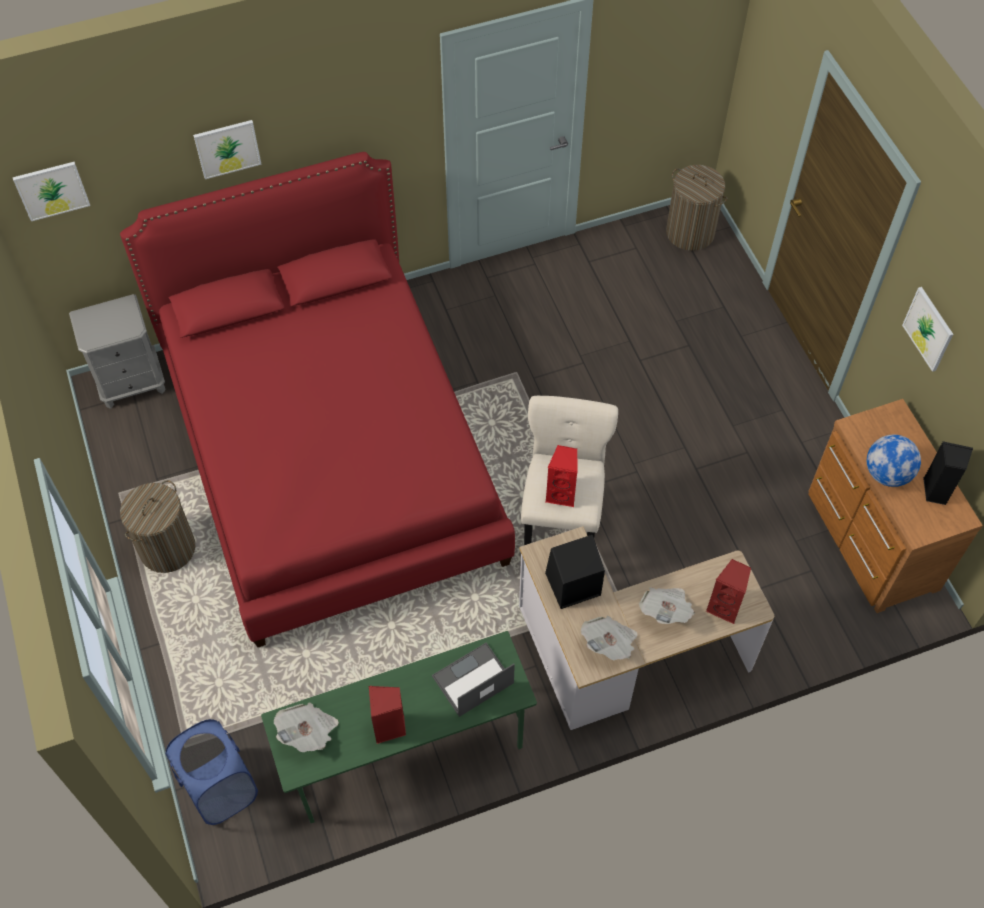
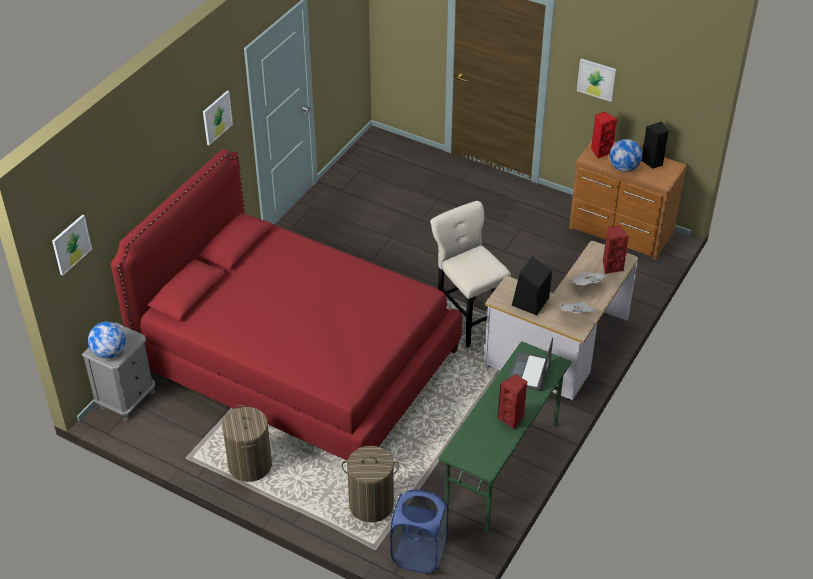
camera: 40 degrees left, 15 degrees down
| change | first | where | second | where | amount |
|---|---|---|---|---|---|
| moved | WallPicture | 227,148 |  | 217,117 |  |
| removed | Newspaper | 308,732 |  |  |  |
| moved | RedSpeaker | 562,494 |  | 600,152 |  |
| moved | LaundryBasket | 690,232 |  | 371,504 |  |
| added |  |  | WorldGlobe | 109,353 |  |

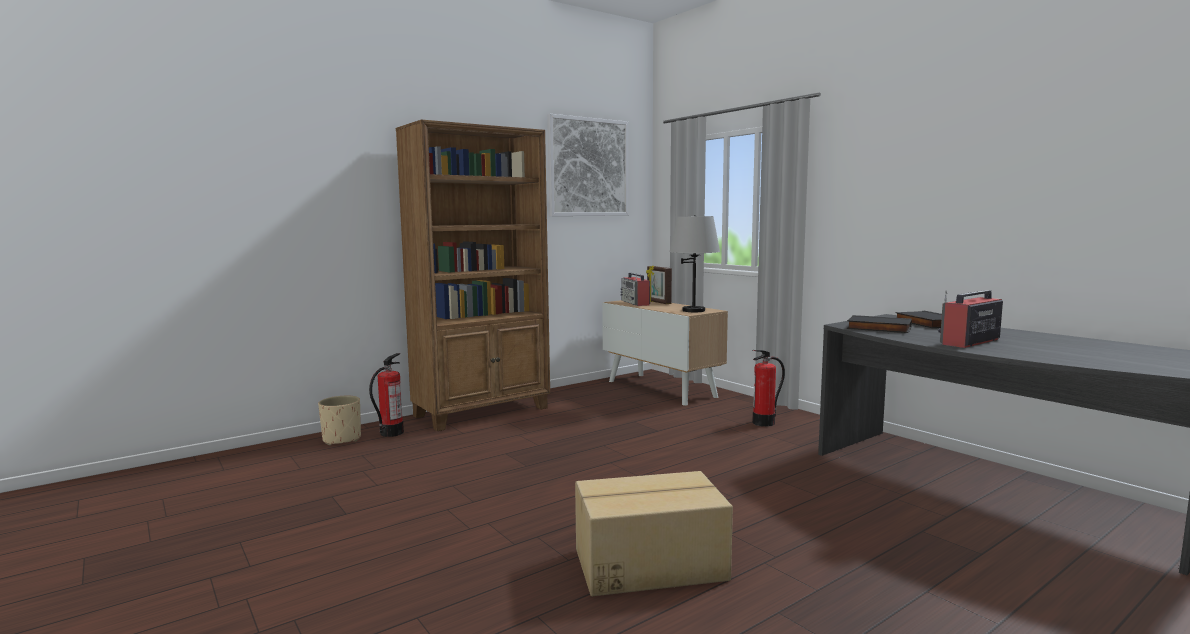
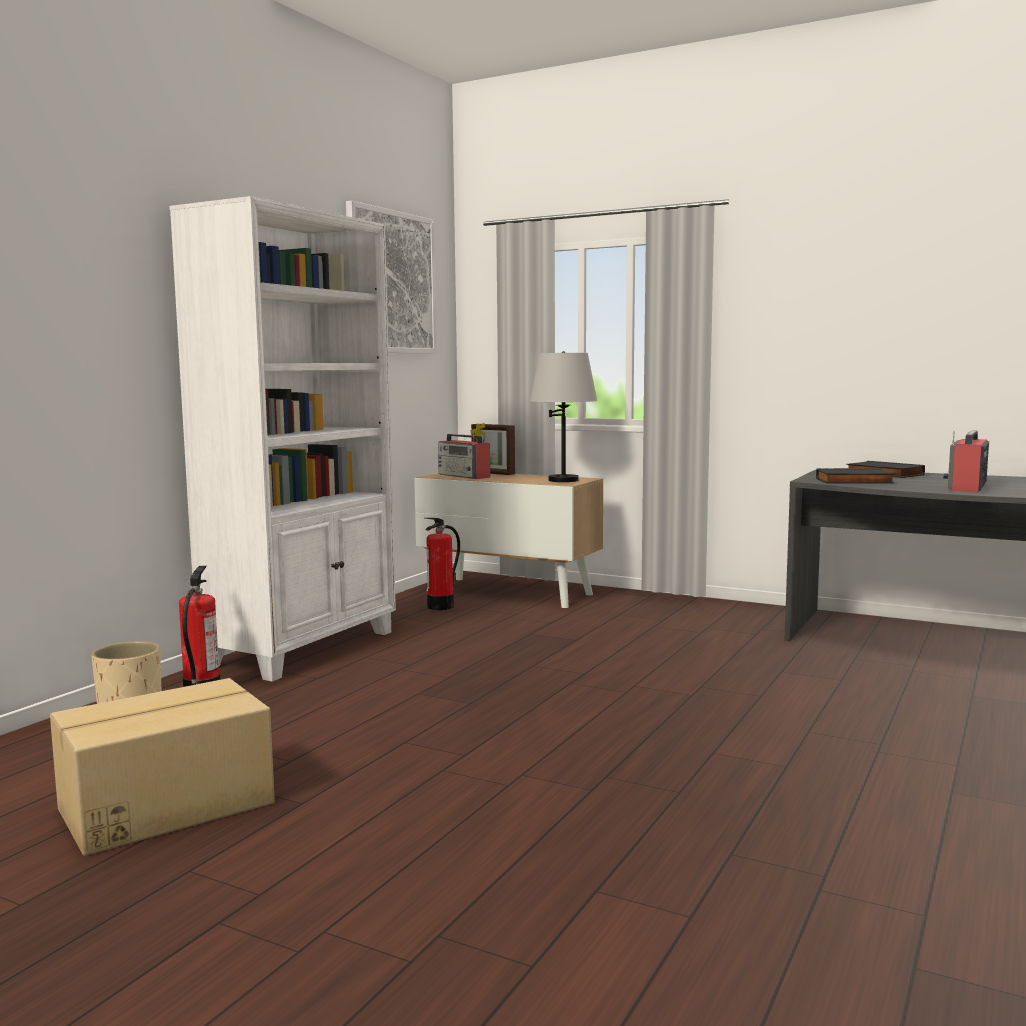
camera: 25 degrees left, 0 degrees up
| change | first | where | second | where | amount |
|---|---|---|---|---|---|
| recoloured | BrownishBookshelf | 483,412 | WhitishBookshelf | 304,648 |  |
| moved | PackingBox | 648,564 |  | 165,806 |  |
| moved | FireExtinguisher | 764,423 |  | 441,607 |  |

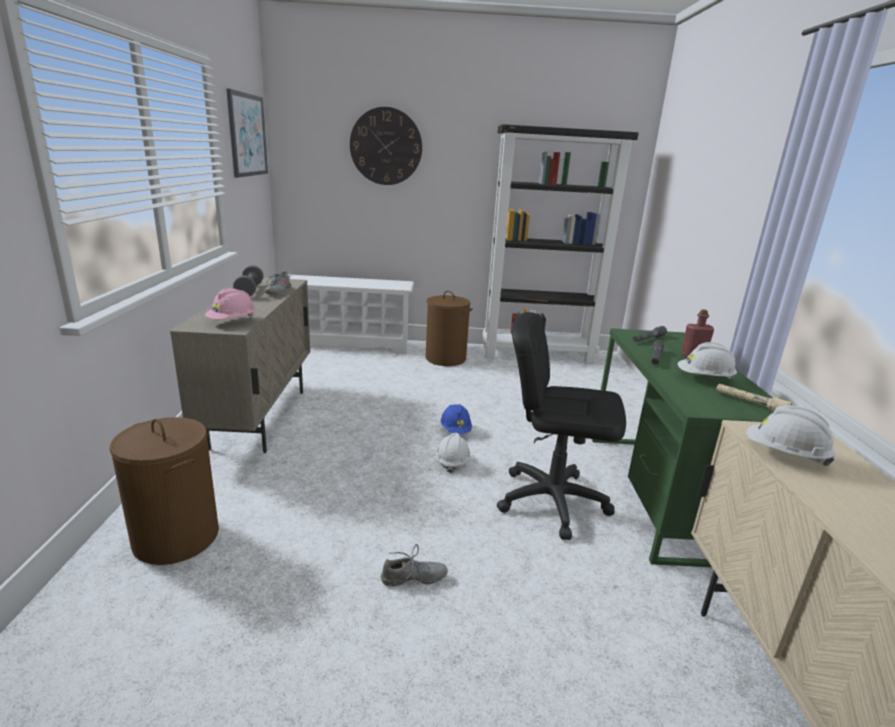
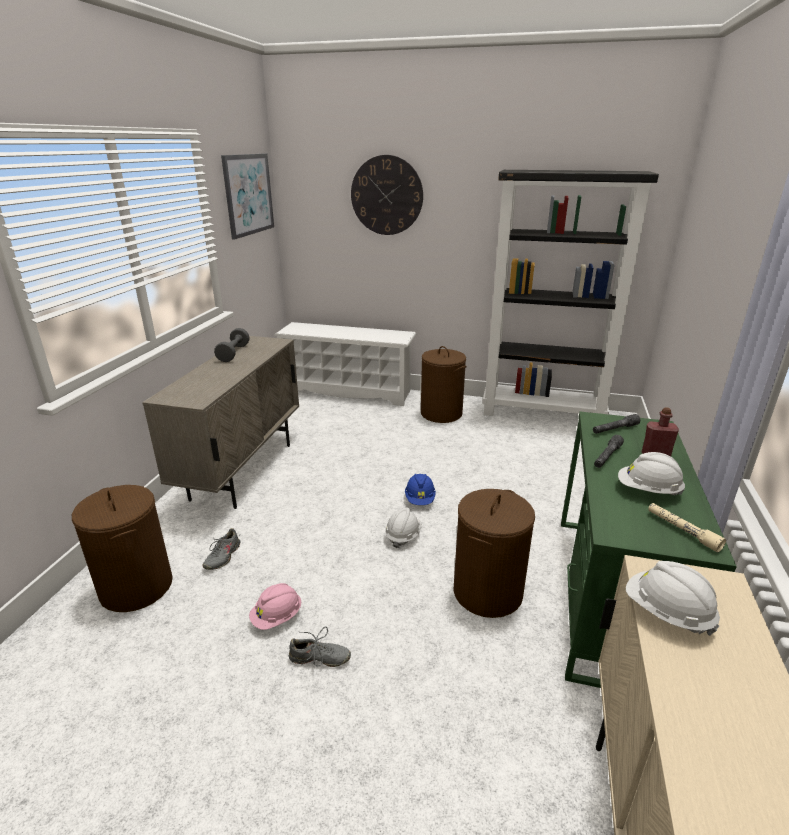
camera: 15 degrees right, 5 degrees up
| change | first | where | second | where | amount |
|---|---|---|---|---|---|
| moved | PinkWorkHelmet | 232,321 |  | 277,617 |  |
| moved | GreyItemOfFootwear | 278,291 |  | 222,556 |  |
| replaced | BlackishComputerChair | 552,500 | BrownishLaundryBasket | 487,591 |  |

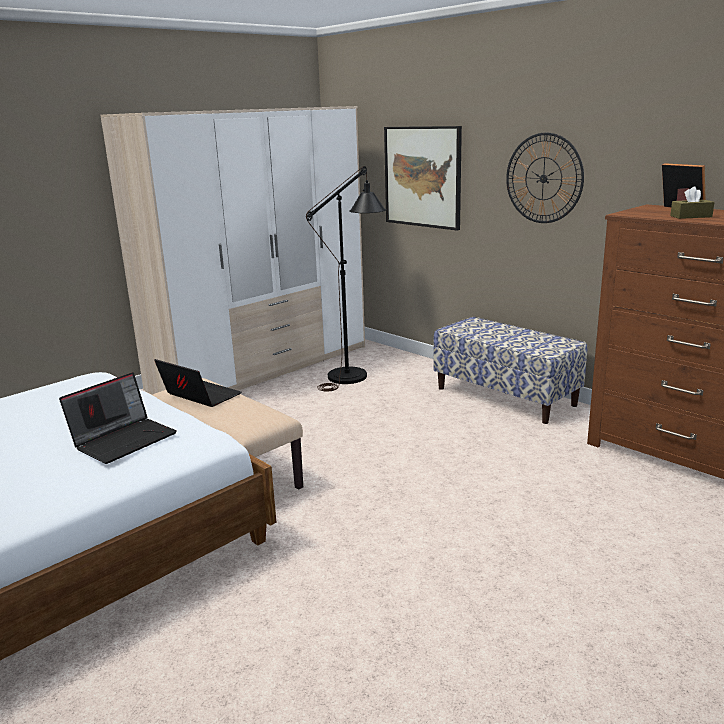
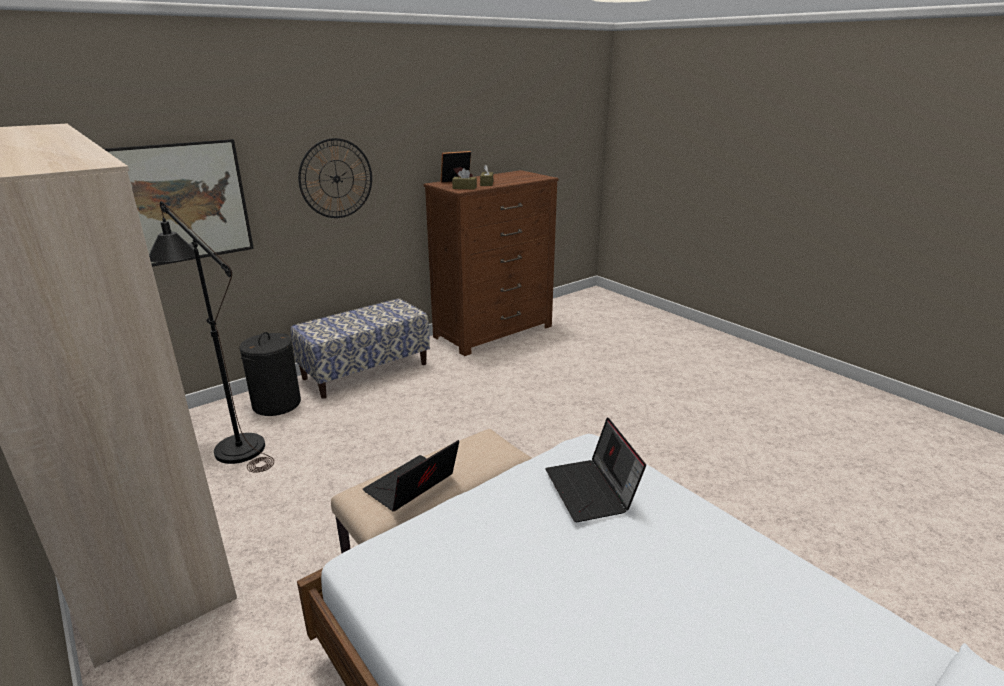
camera: 85 degrees left, 5 degrees up
| change | first | where | second | where | amount |
|---|---|---|---|---|---|
| turned | NotebookComputer | 124,439 |  | 592,490 | 150 degrees counterclockwise |
| added |  |  | BlackishLaundryBasket | 277,404 |  |
| added |  |  | BrownishTissueHolder | 464,188 |  |

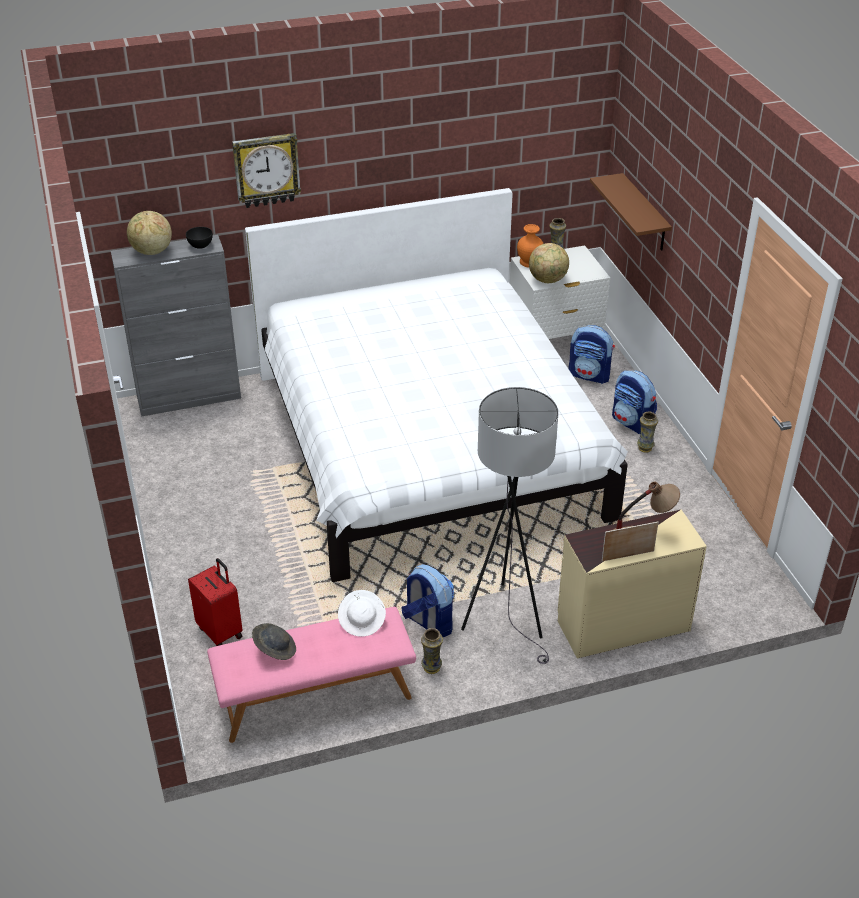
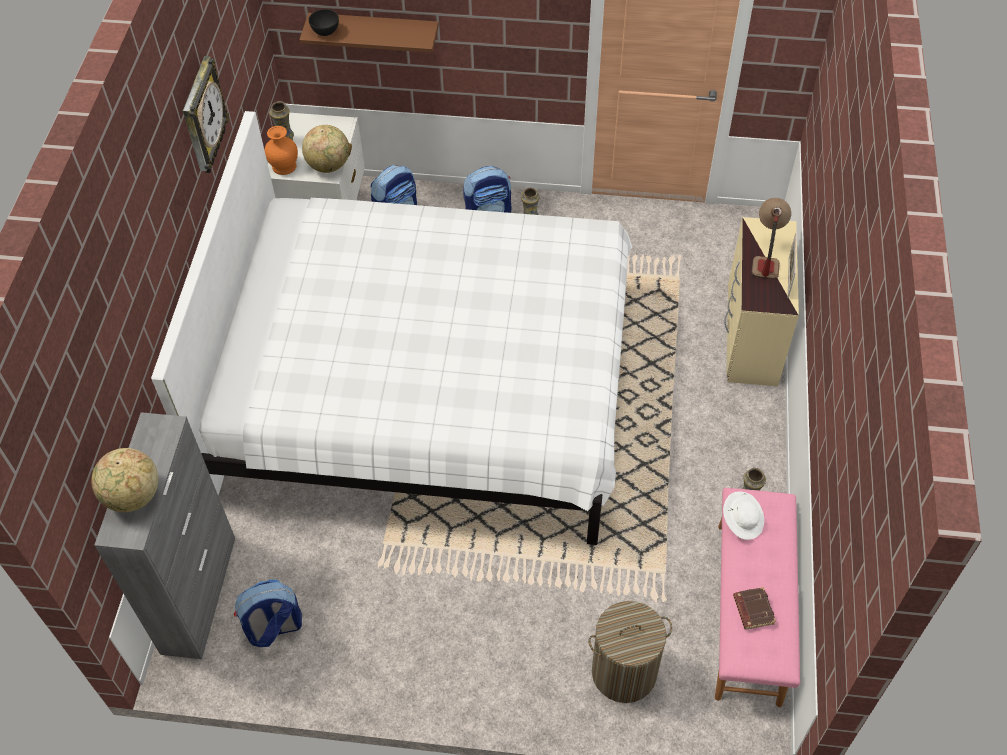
camera: 65 degrees left, 15 degrees up
| change | first | where | second | where | amount |
|---|---|---|---|---|---|
| moved | BlackishDeepDish | 200,246 |  | 325,32 |  |
| replaced | RedTravelCase | 221,631 | LaundryBasket | 624,672 |  |
| moved | WallClock | 266,170 |  | 202,118 |  |
| replaced | GreyWearableHat | 274,649 | BrownishBoundBook | 752,609 |  |
| moved | Knapsack | 428,623 |  | 273,628 |  |
| removed | GreyStandingLamp | 508,619 |  |  |  |

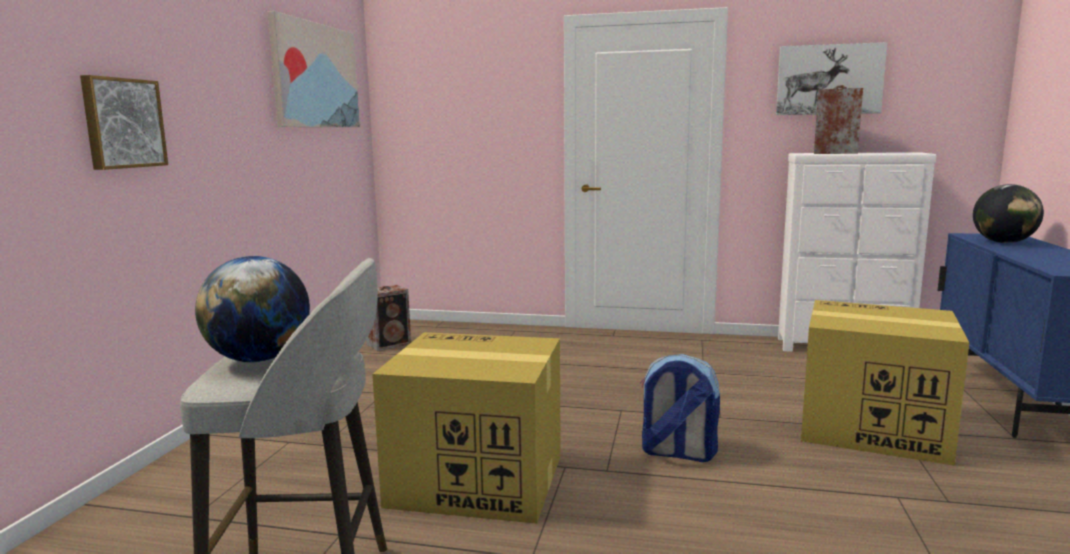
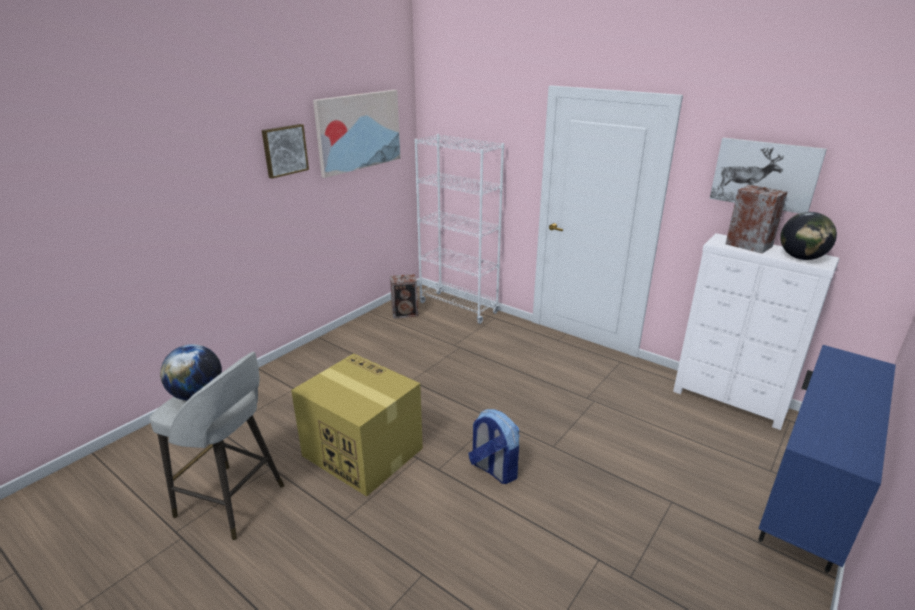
camera: 25 degrees right, 15 degrees up
| change | first | where | second | where | amount |
|---|---|---|---|---|---|
| moved | WallPicture | 122,123 |  | 284,150 |  |
| removed | PackingBox | 870,428 |  |  |  |
| moved | WorldGlobe | 1003,242 |  | 801,258 |  |
| added |  |  | WhitishBookshelf | 458,308 |  |

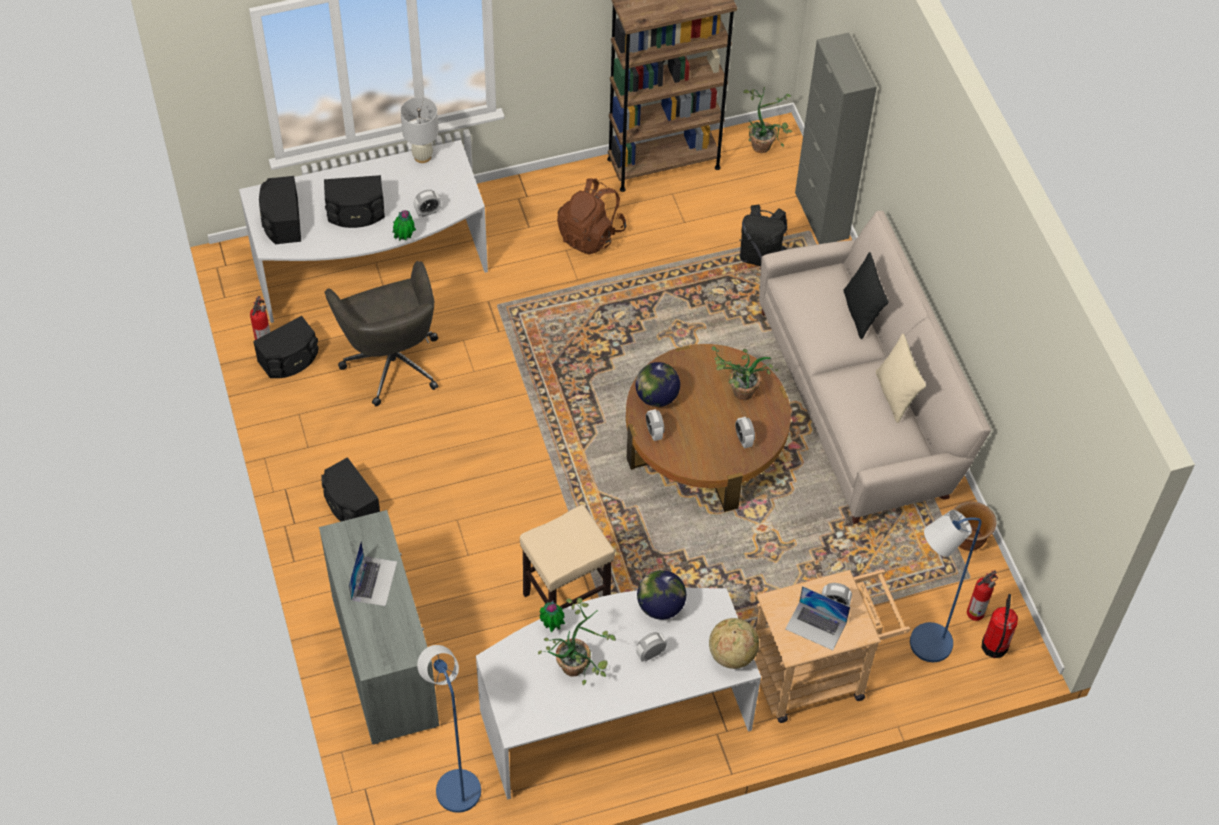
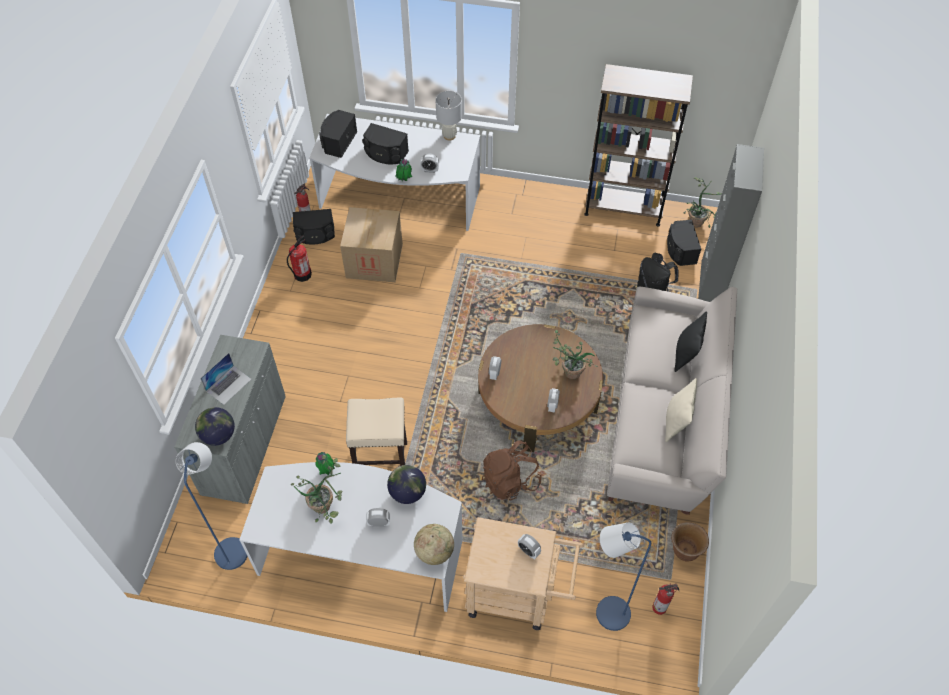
camera: 30 degrees right, 0 degrees up
| change | first | where | second | where | amount |
|---|---|---|---|---|---|
| moved | BlackishSpeaker | 350,505 |  | 680,250 |  |
| replaced | GreyComputerChair | 392,361 | PackingBox | 374,260 |  |
| moved | BrownishKnapsack | 591,234 |  | 510,480 |  |
| moved | WorldGlobe | 657,397 |  | 219,435 |  |
| removed | NotebookComputer | 816,625 |  |  |  |
| moved | FireExtinguisher | 994,646 |  | 302,275 |  |

